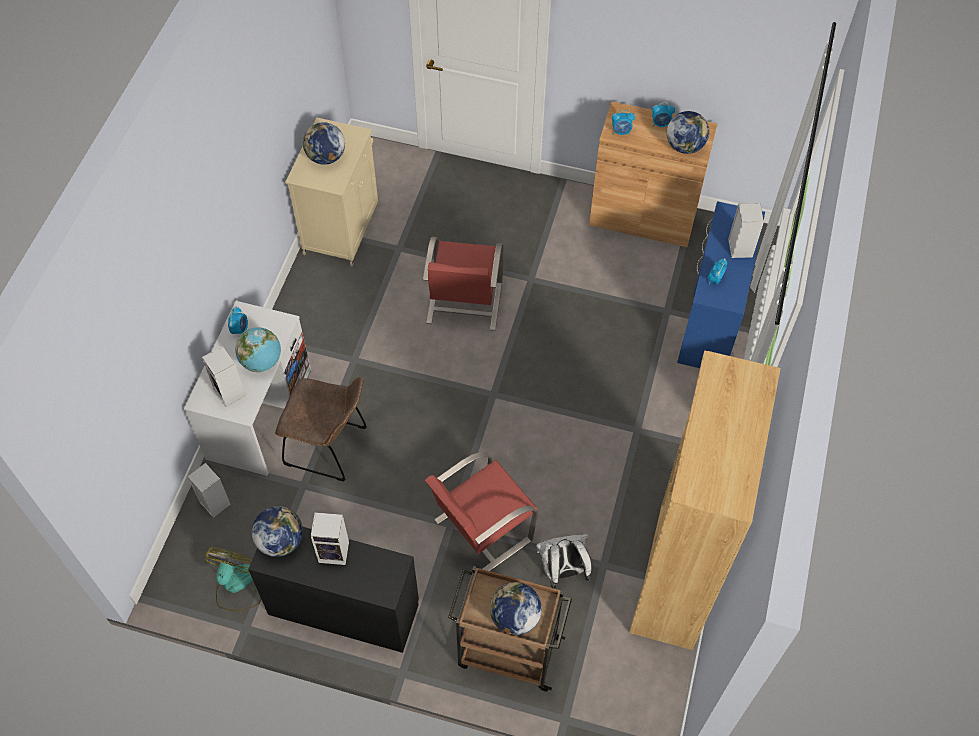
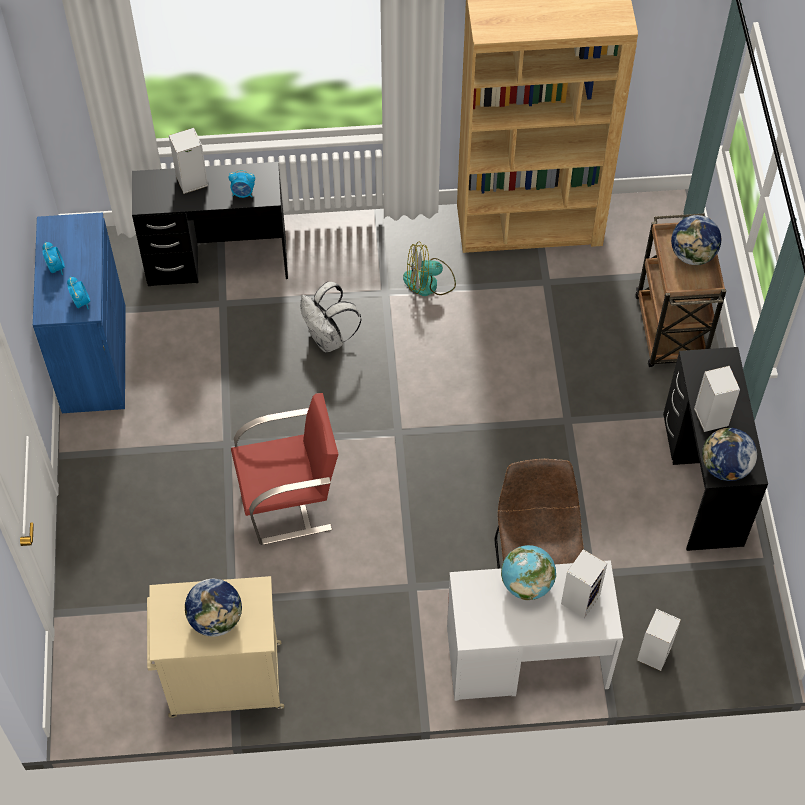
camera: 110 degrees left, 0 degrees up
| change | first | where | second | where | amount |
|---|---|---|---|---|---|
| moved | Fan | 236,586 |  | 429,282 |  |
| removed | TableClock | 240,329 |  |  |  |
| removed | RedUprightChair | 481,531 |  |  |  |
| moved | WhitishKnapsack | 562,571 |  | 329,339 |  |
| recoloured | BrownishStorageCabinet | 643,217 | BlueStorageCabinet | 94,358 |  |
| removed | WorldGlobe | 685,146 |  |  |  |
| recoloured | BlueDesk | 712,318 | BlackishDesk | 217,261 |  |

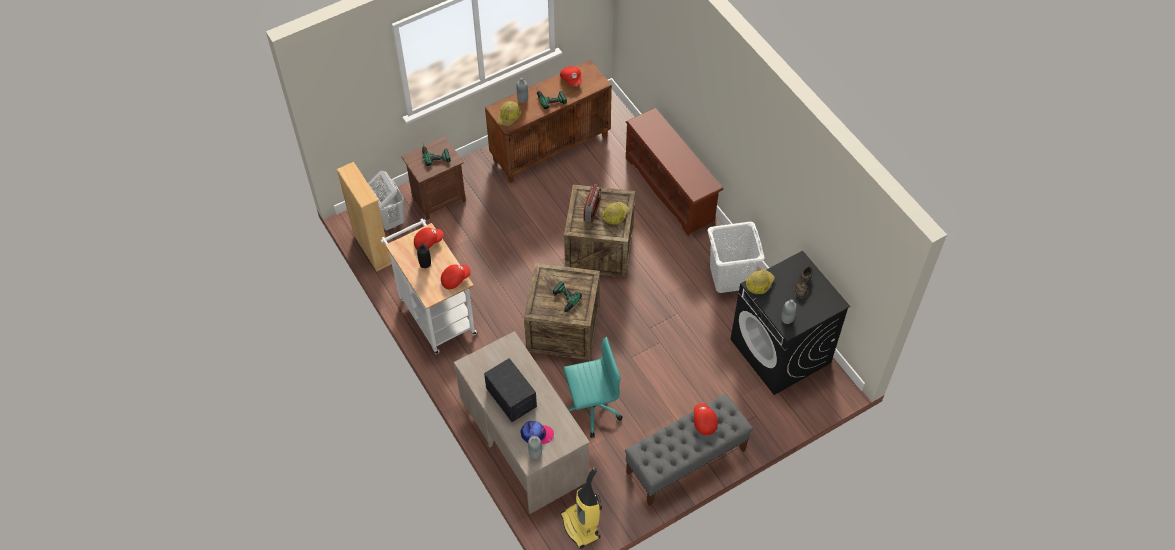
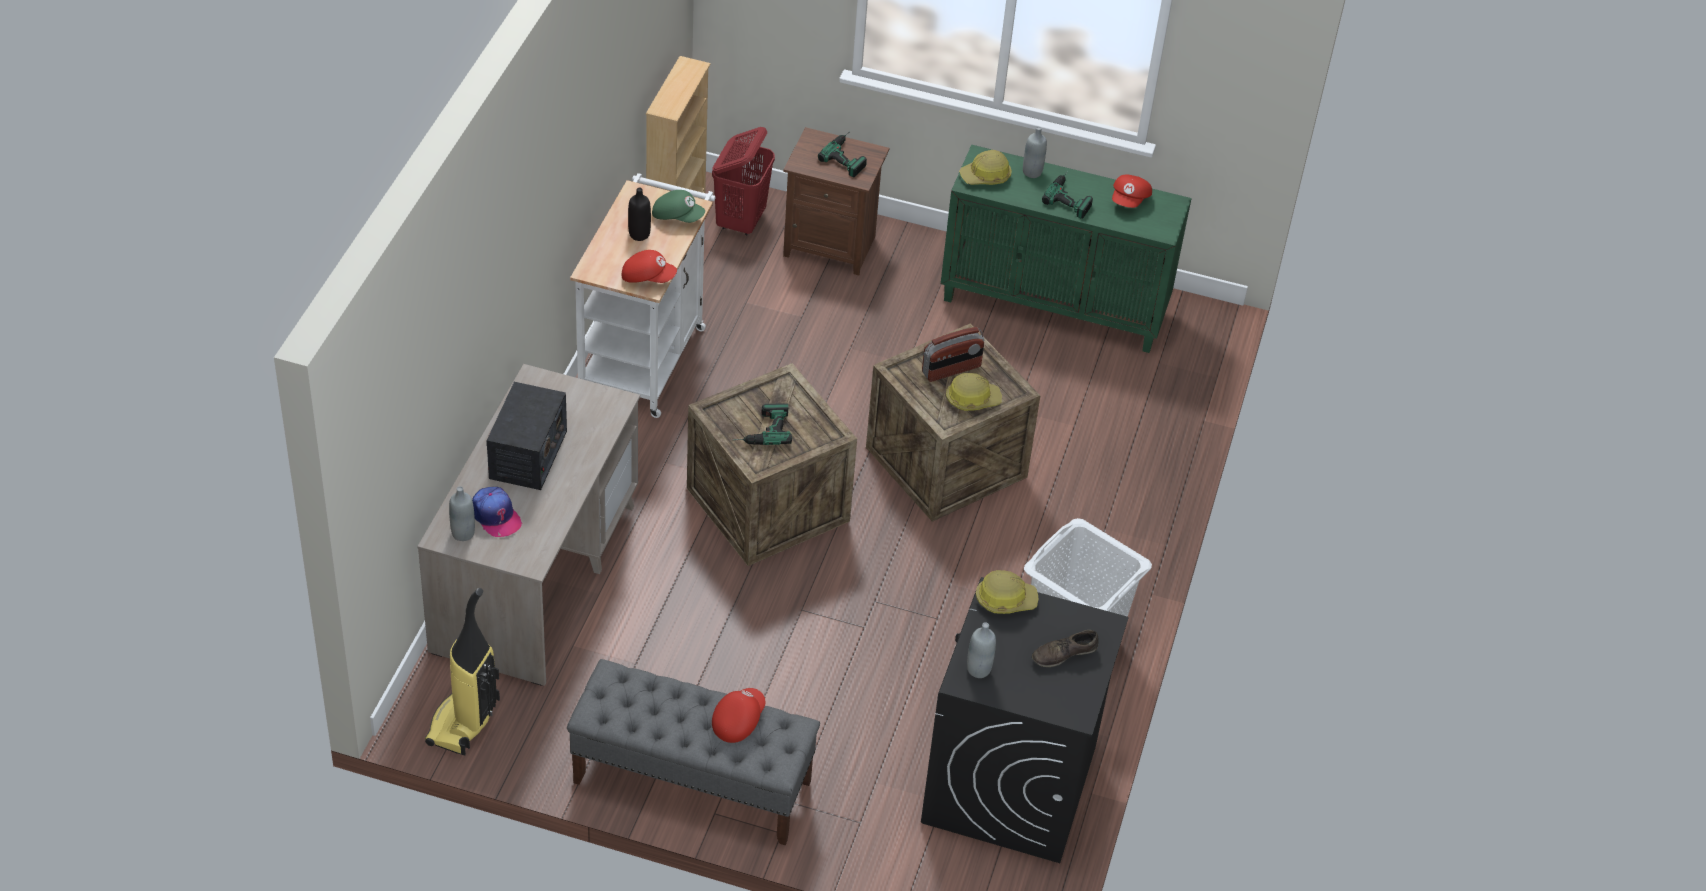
camera: 45 degrees right, 10 degrees down
| change | first | where | second | where | amount |
|---|---|---|---|---|---|
| recoloured | WhitishLaundryBasket | 389,219 | RedLaundryBasket | 741,221 |  |
| recoloured | RedBaseballCap | 428,241 | GreenBaseballCap | 677,216 |  |
| recoloured | BrownishStorageCabinet | 550,147 | GreenStorageCabinet | 1055,305 |  |
| removed | TurquoiseComputerChair | 591,408 |  |  |  |
| removed | BrownishShoeStand | 671,189 |  |  |  |

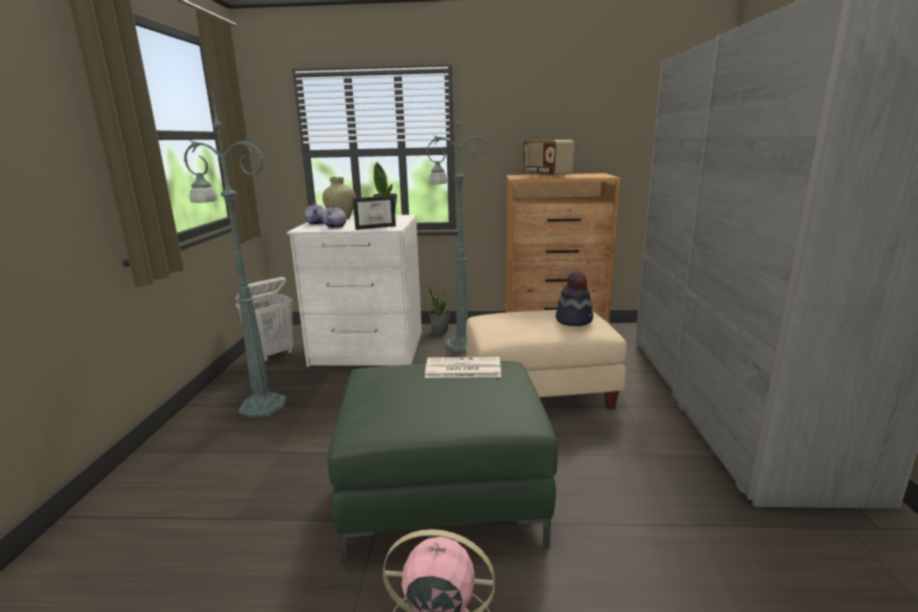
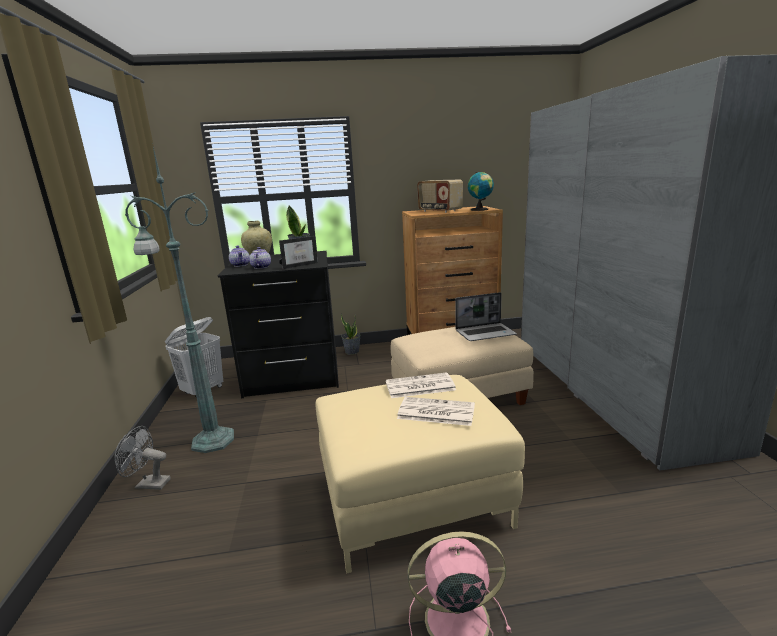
camera: 10 degrees left, 0 degrees up
| change | first | where | second | where | amount |
|---|---|---|---|---|---|
| recoloured | WhitishDrawerChest | 368,348 | BlackishDrawerChest | 293,375 |  |
| recoloured | GreenPouffe | 443,497 | BeigeColouredPouffe | 413,500 |  |
| removed | GreenStandingLamp | 460,345 |  |  |  |
| replaced | WearableHat | 574,320 | NotebookComputer | 485,333 |  |
| added |  |  | GreyFan | 148,484 |  |
| added |  |  | Newspaper | 435,412 |  |
| added |  |  | WorldGlobe | 480,210 |  |

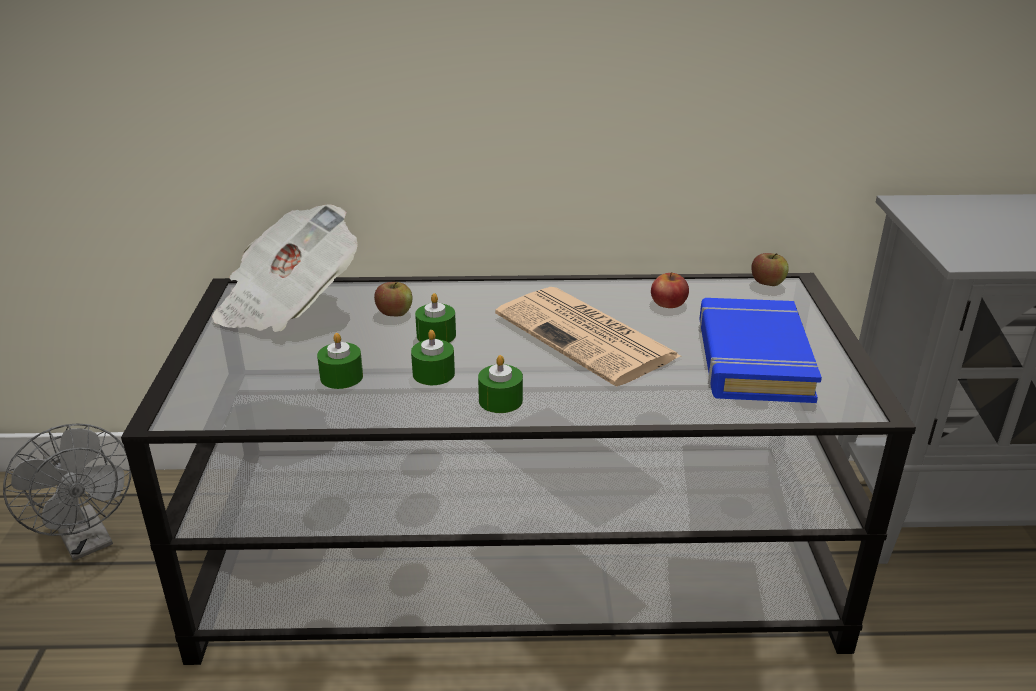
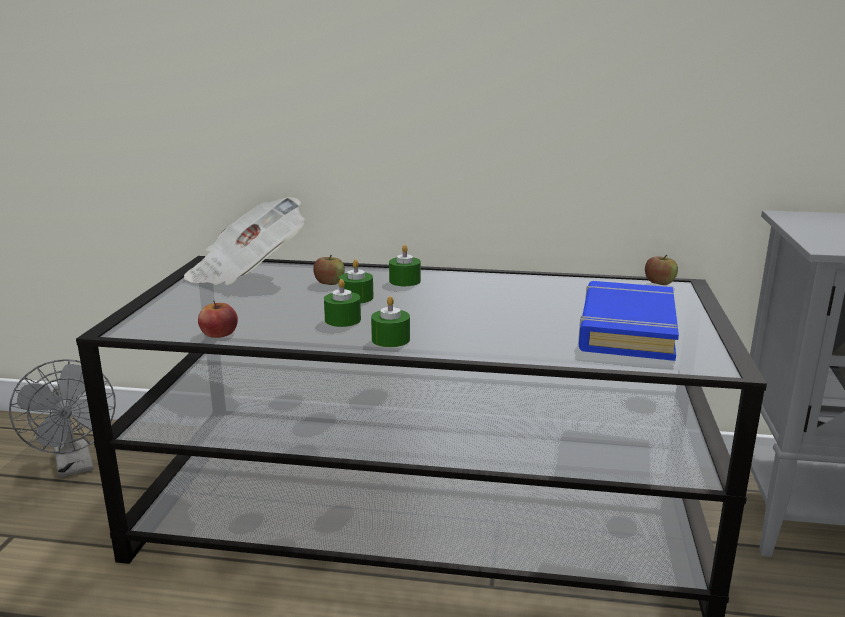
camera: 10 degrees right, 10 degrees down
| change | first | where | second | where | amount |
|---|---|---|---|---|---|
| moved | GreenCandle | 341,377 |  | 405,281 |  |
| removed | Newspaper | 588,336 |  |  |  |
| moved | Apple | 668,302 |  | 219,333 |  |

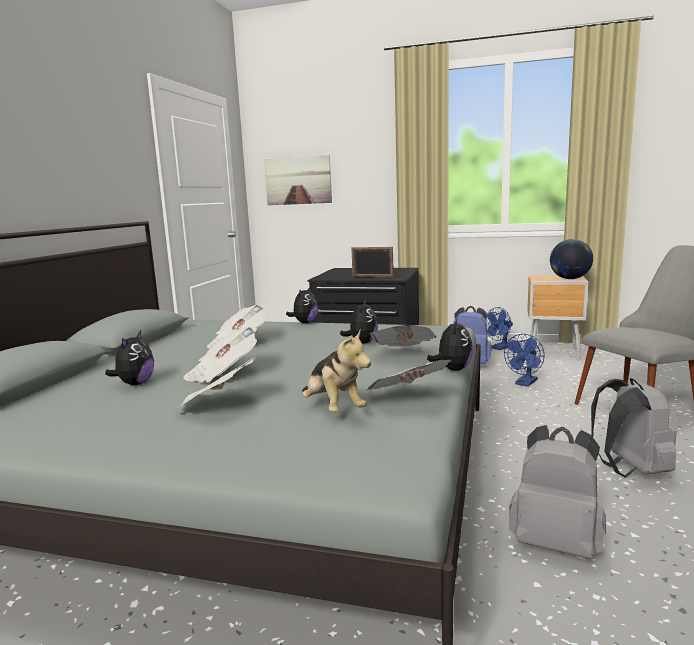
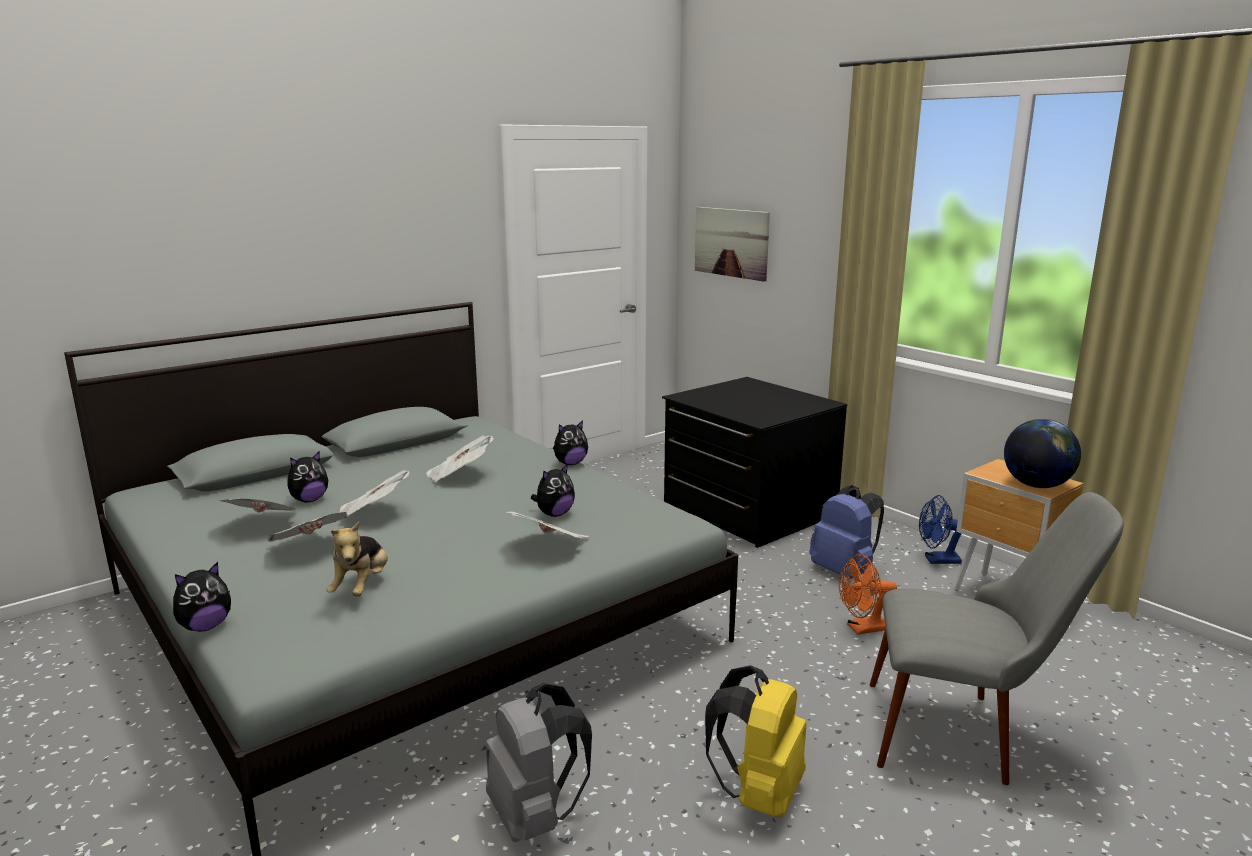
camera: 35 degrees right, 5 degrees up
| change | first | where | second | where | amount |
|---|---|---|---|---|---|
| removed | StandingFrame | 372,277 |  |  |  |
| moved | Newspaper | 407,398 |  | 264,524 |  |
| moved | CuddlyToy | 452,369 |  | 205,626 |  |
| recoloured | BlueFan | 525,383 | OrangeyFan | 862,629 |  |
| recoloured | GreyKnapsack | 630,470 | YellowKnapsack | 758,794 |  |

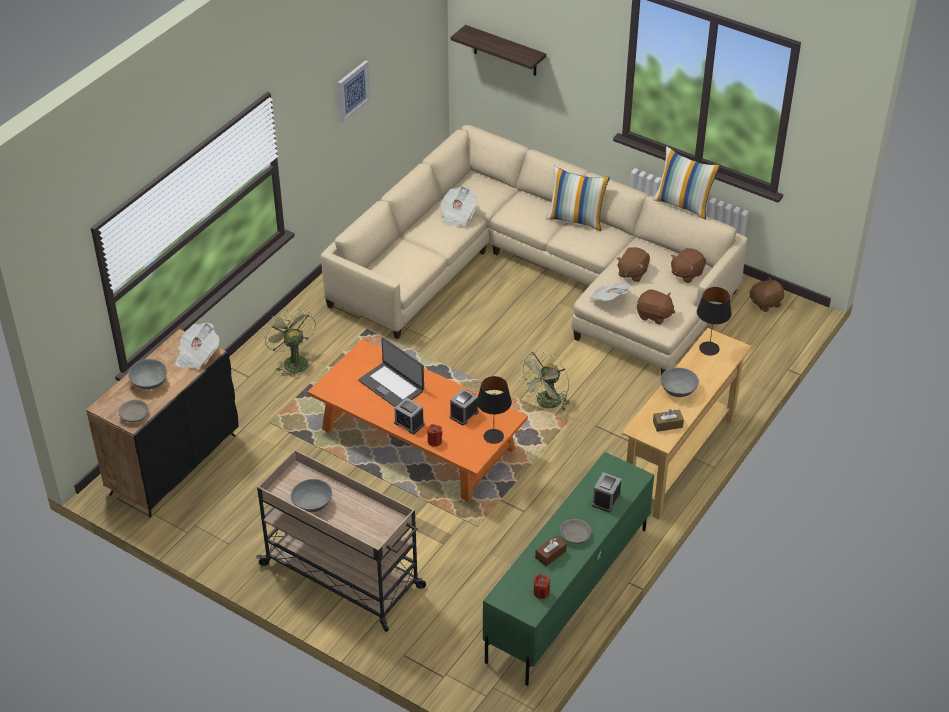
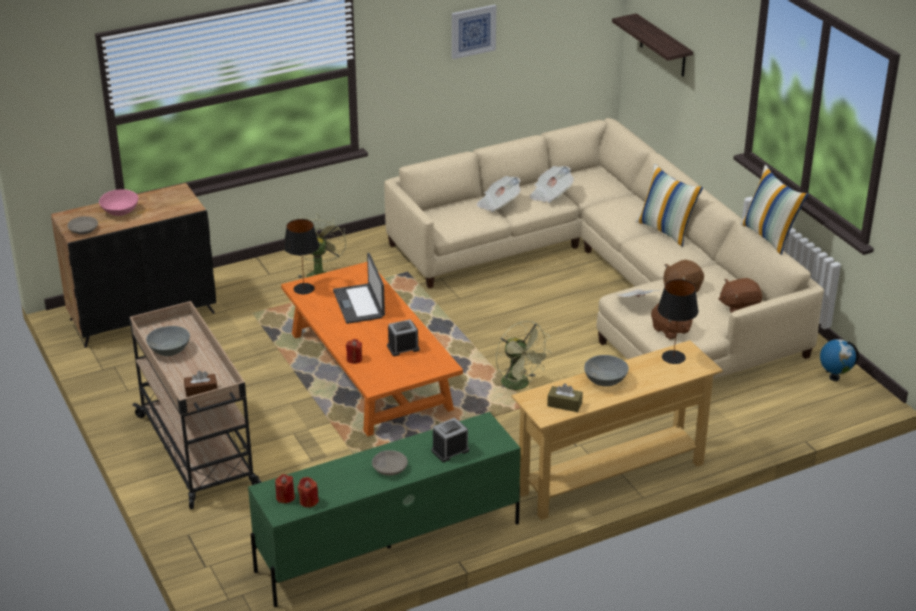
camera: 30 degrees right, 10 degrees down
| change | first | where | second | where | amount |
|---|---|---|---|---|---|
| recoloured | GreyDeepDish | 149,382 | PinkDeepDish | 120,211 |  |
| moved | Newspaper | 197,356 |  | 498,204 |  |
| removed | TableClock | 409,423 |  |  |  |
| moved | BlackishLampForATable | 493,436 |  | 303,289 |  |
| turned | GreenFan | 546,404 |  | 520,385 | 105 degrees counterclockwise |
| moved | BrownishTissueHolder | 550,554 |  | 201,391 |  |
| replaced | BrownishCuddlyToy | 766,303 | WorldGlobe | 834,377 |  |
| added |  |  | RedCandle | 285,497 |  |

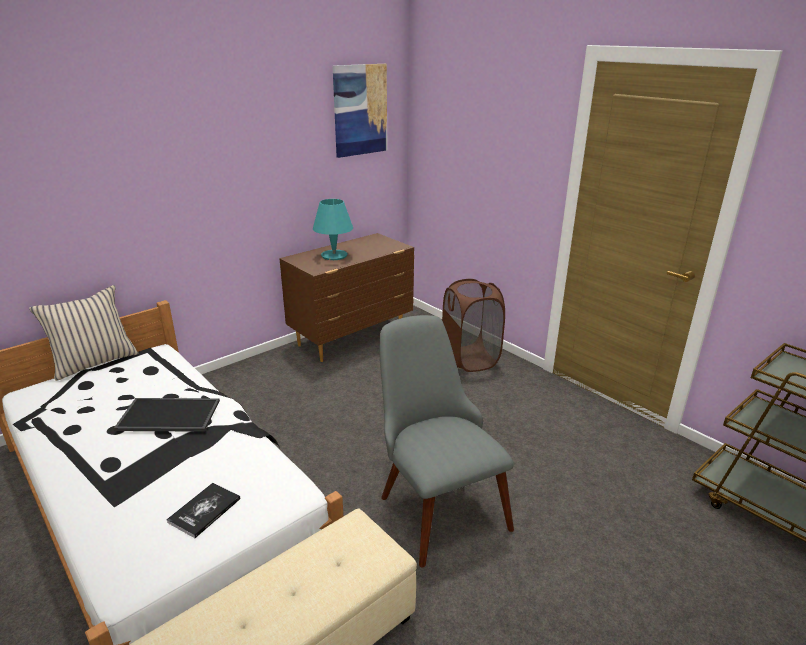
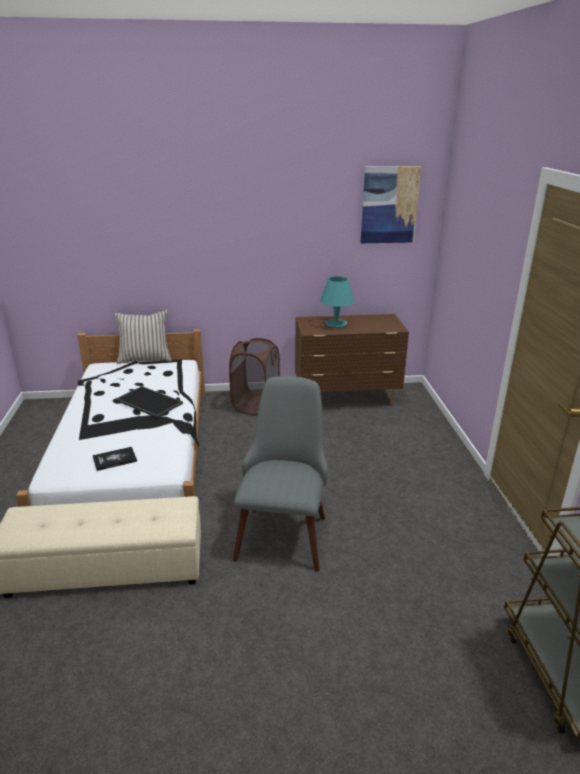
camera: 35 degrees right, 0 degrees up
| change | first | where | second | where | amount |
|---|---|---|---|---|---|
| moved | BrownishLaundryBasket | 470,359 |  | 256,405 |  |

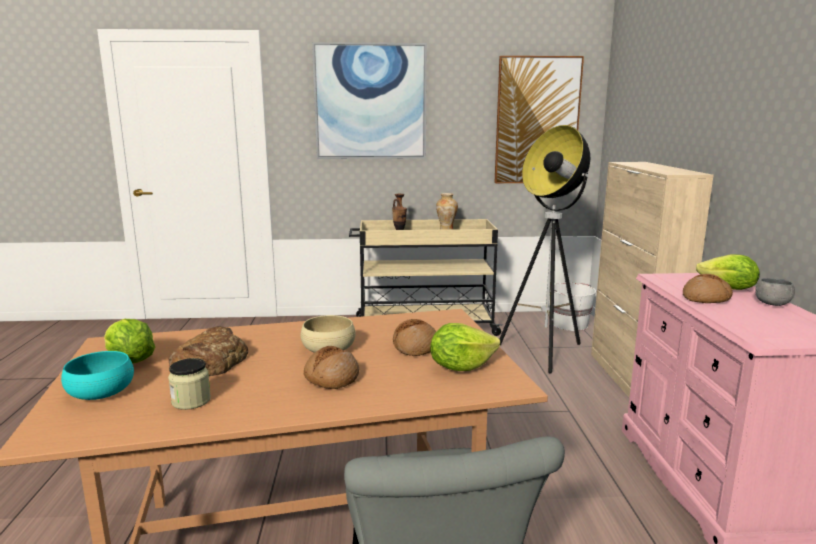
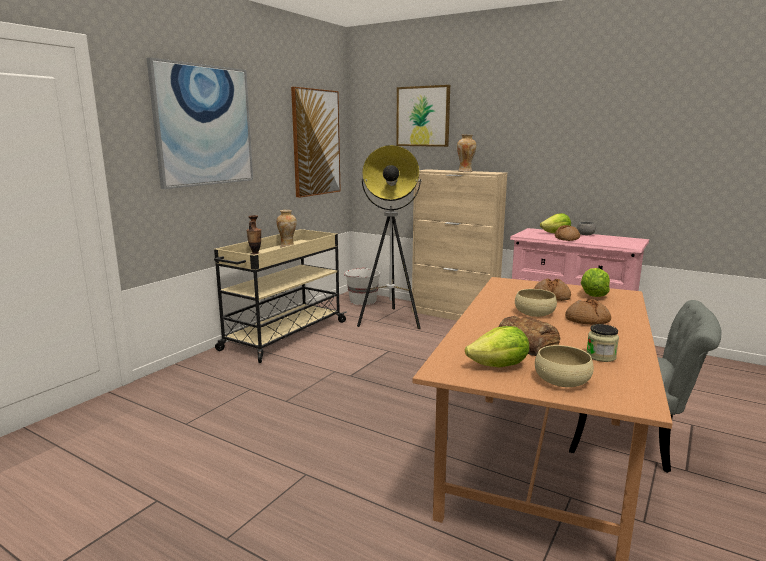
camera: 55 degrees left, 0 degrees up
| change | first | where | second | where | amount |
|---|---|---|---|---|---|
| recoloured | TurquoiseDeepDish | 101,391 | BeigeColouredDeepDish | 561,380 |  |
| added |  |  | WallPicture | 423,116 |  |
| added |  |  | FlowerVase | 465,171 |  |

